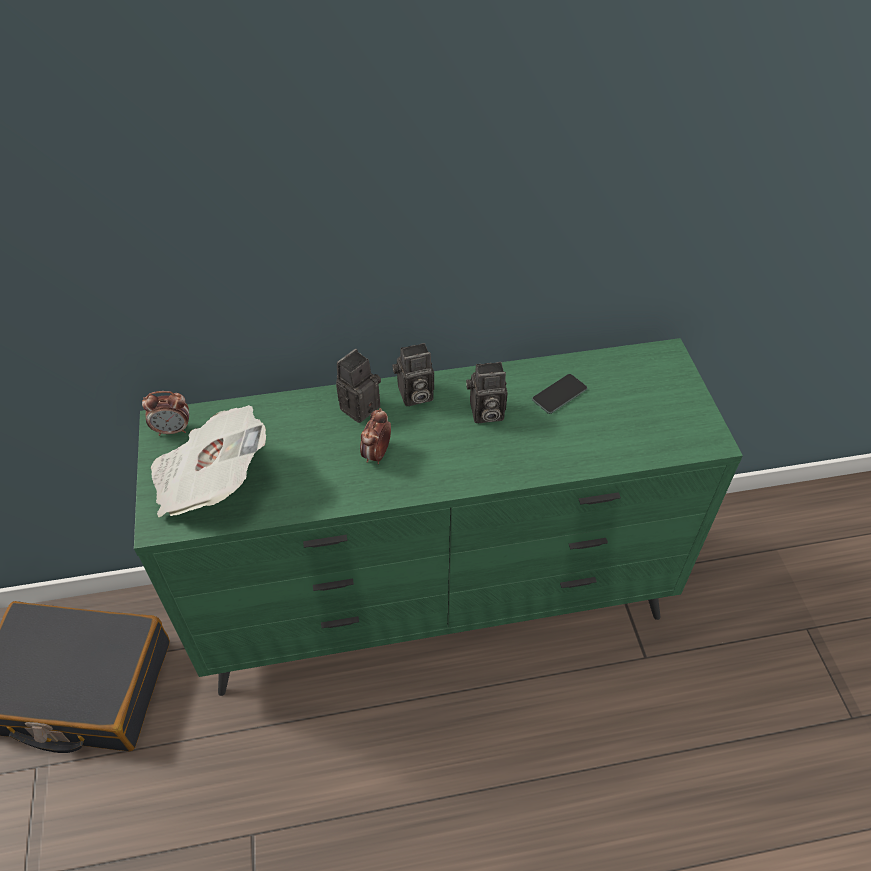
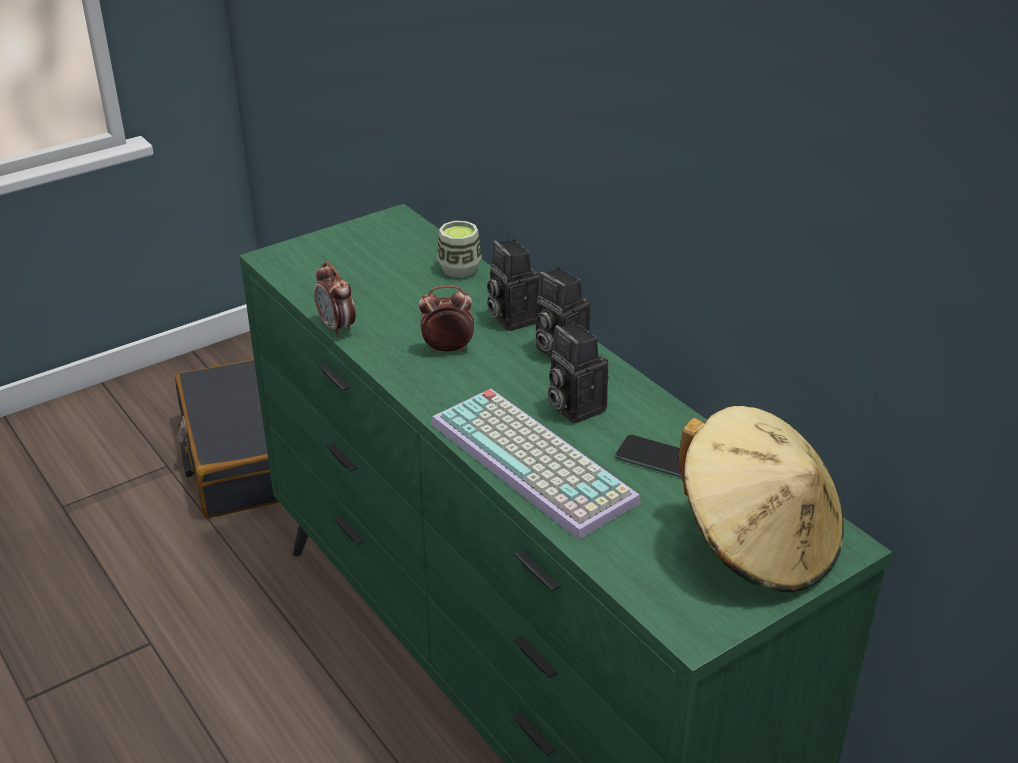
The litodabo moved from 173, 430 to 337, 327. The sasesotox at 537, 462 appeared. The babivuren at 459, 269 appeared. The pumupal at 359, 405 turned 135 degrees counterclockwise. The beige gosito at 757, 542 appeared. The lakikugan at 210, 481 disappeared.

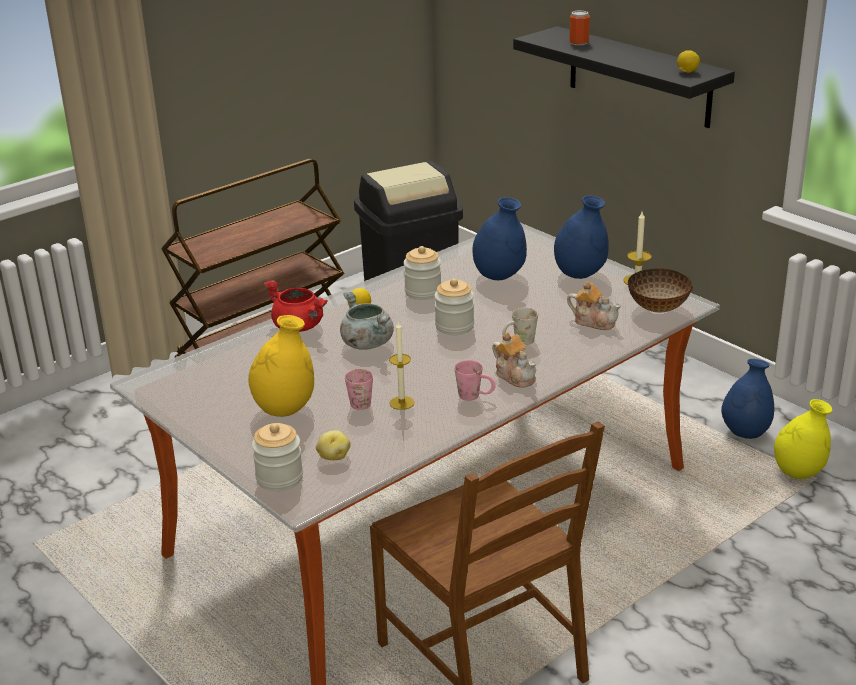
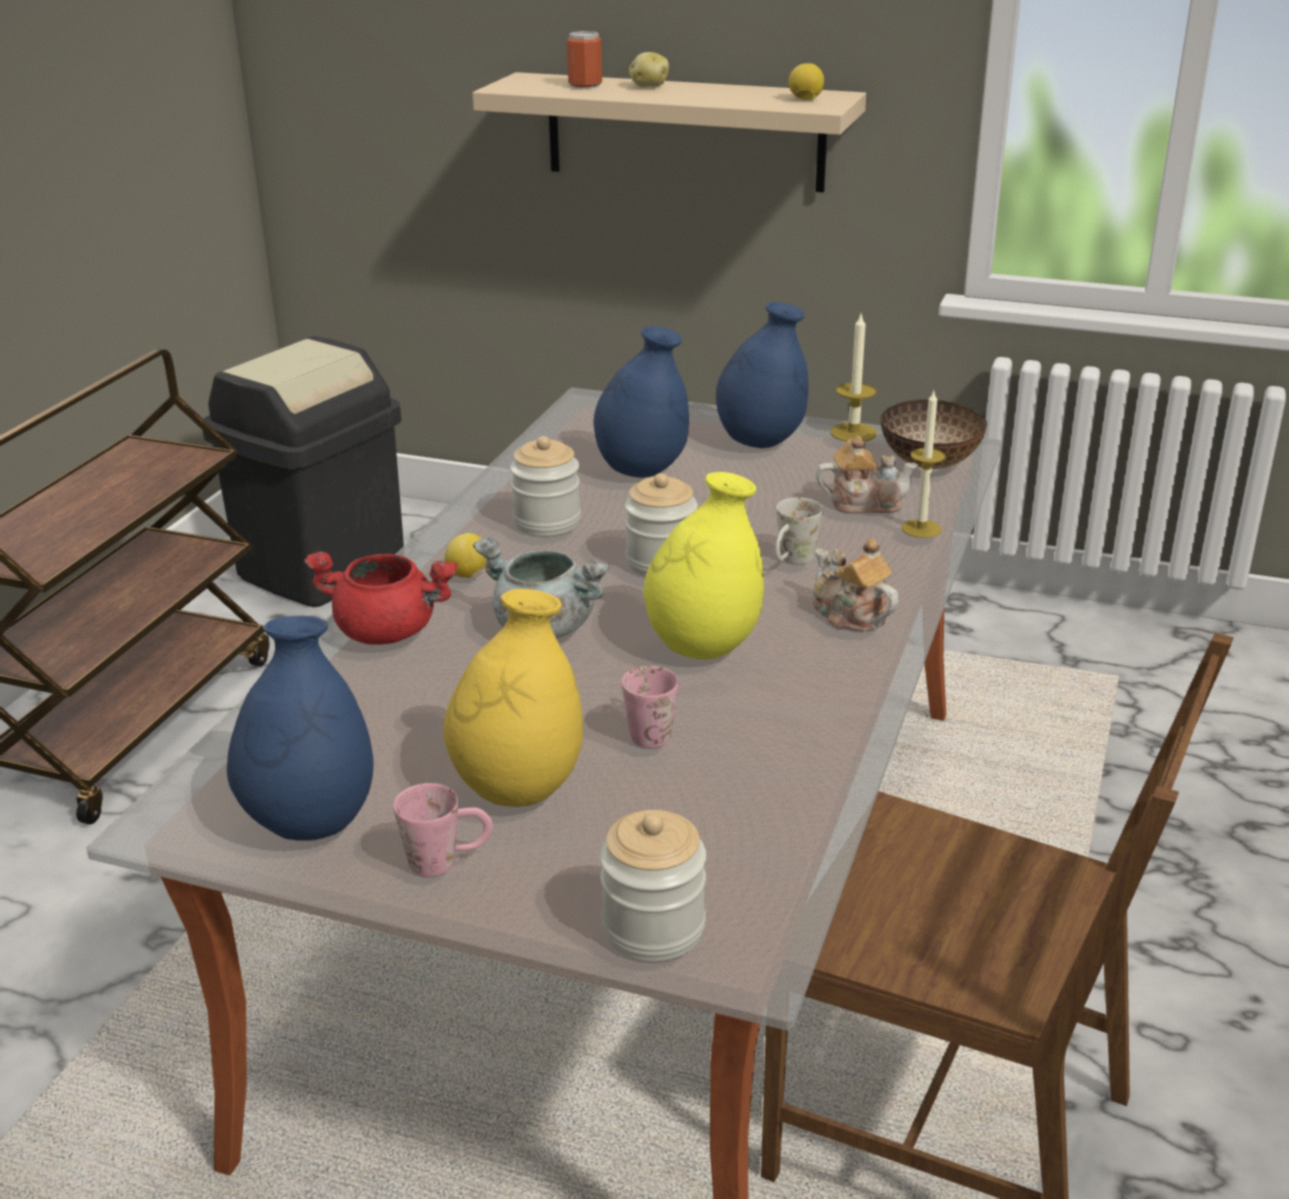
The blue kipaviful moved from 745, 432 to 311, 822. The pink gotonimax moved from 475, 396 to 447, 860. The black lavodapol at 639, 77 became the beige lavodapol at 684, 132. The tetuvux moved from 333, 457 to 648, 87. The yellow kipaviful moved from 798, 472 to 703, 646. The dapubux at 515, 376 turned 150 degrees counterclockwise. The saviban moved from 402, 403 to 921, 529.

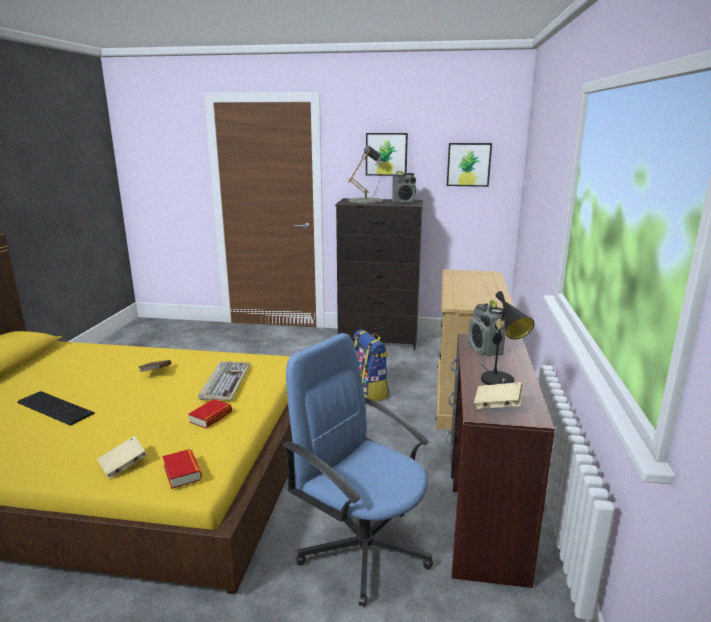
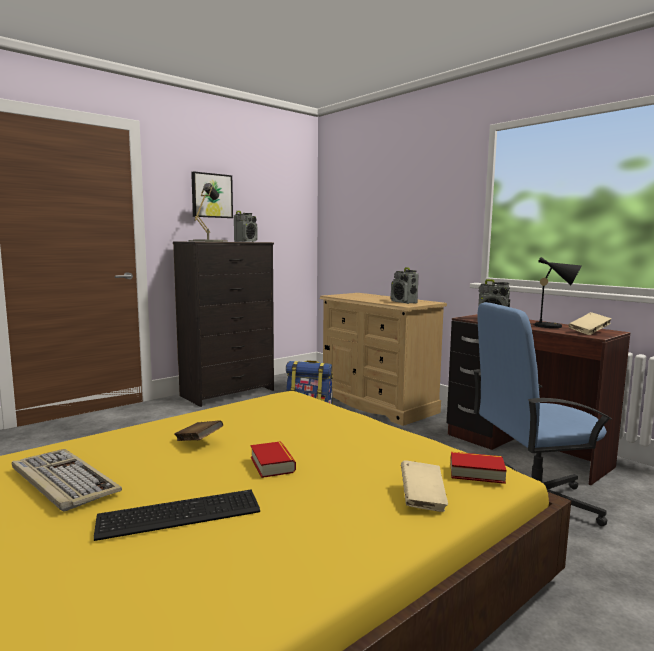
The sasesotox moved from 225, 382 to 62, 482. The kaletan moved from 211, 417 to 272, 464. The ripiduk at 404, 302 appeared. The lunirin at 468, 164 disappeared.

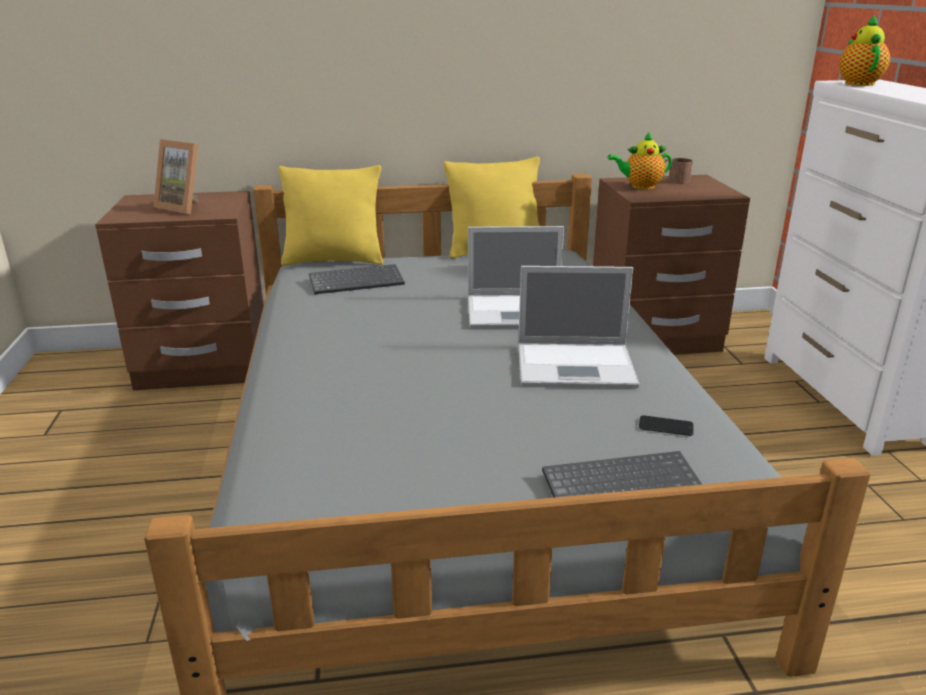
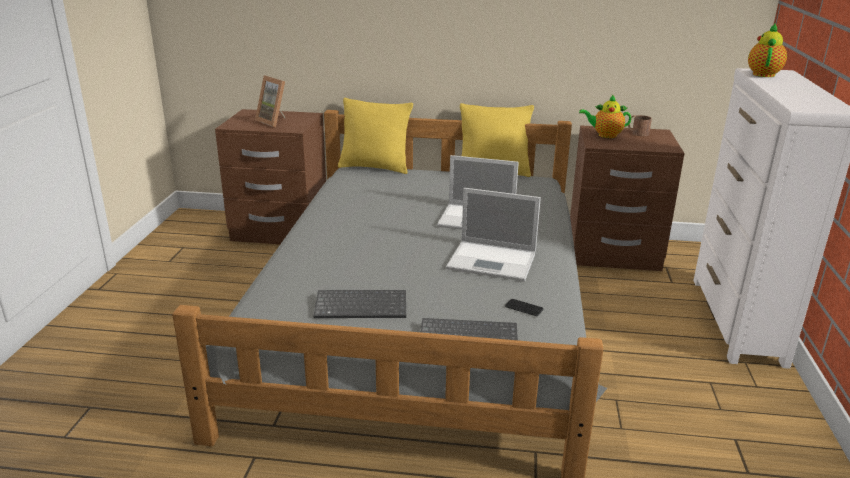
The sasesotox moved from 357, 281 to 362, 305.

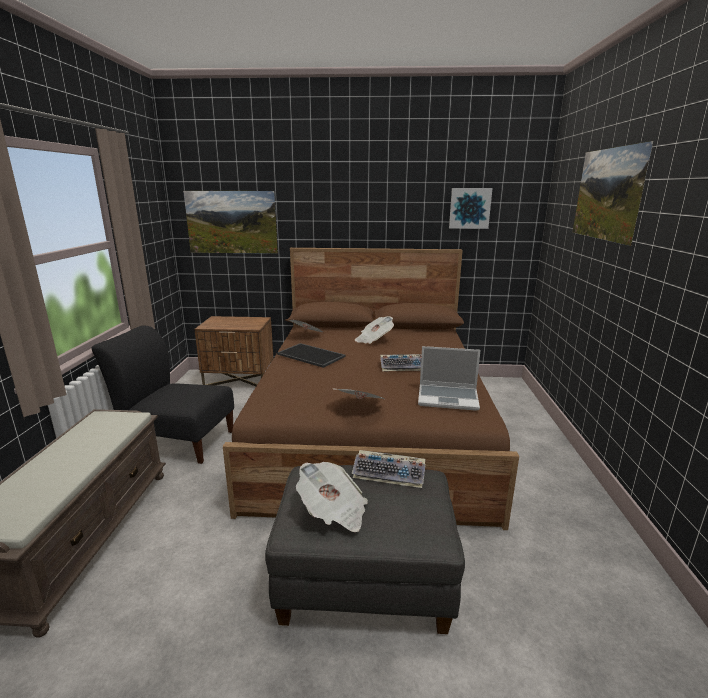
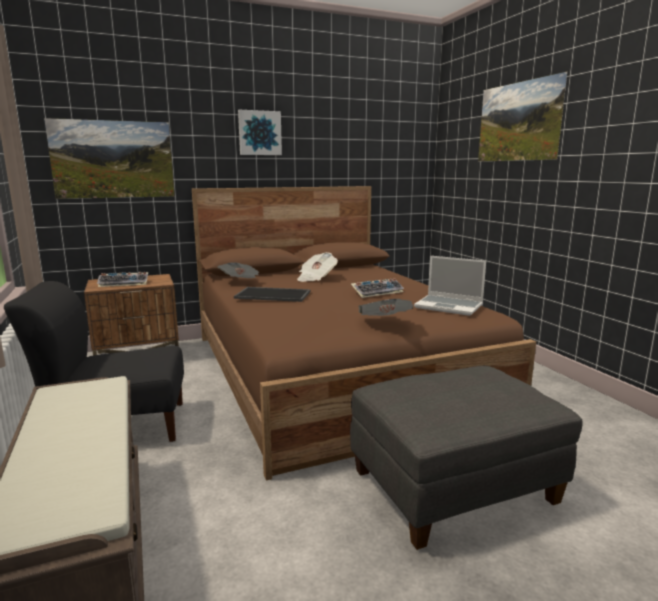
The sasesotox moved from 390, 473 to 124, 283. The lunirin moved from 469, 208 to 259, 133. The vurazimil at 448, 398 turned 45 degrees clockwise. The lakikugan at 333, 511 disappeared.

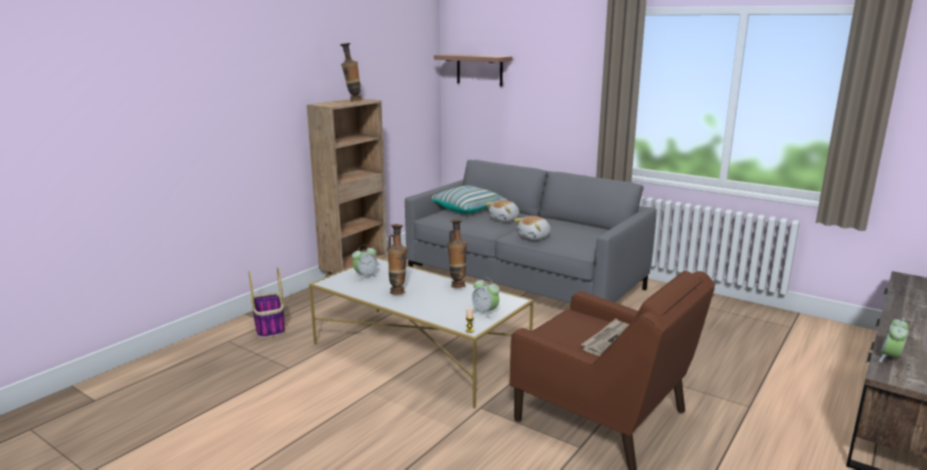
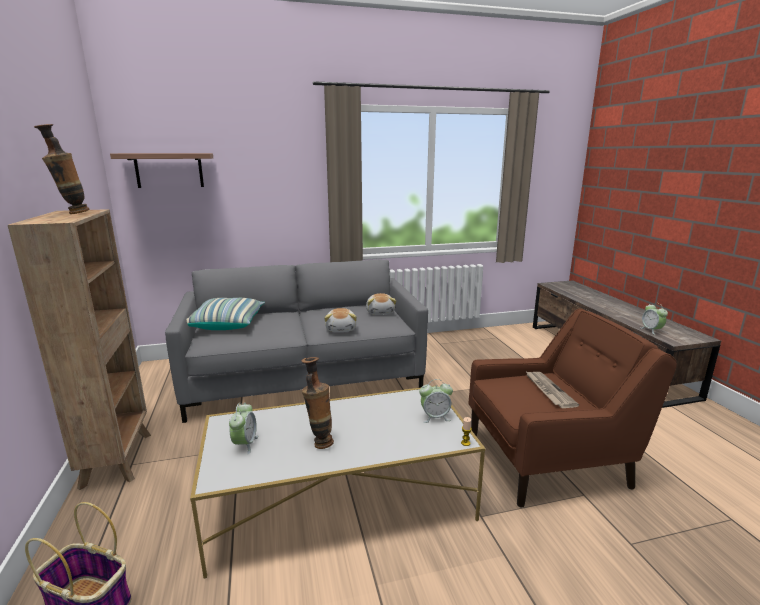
The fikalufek moved from 504, 219 to 380, 312. The kipaviful at 457, 285 disappeared.

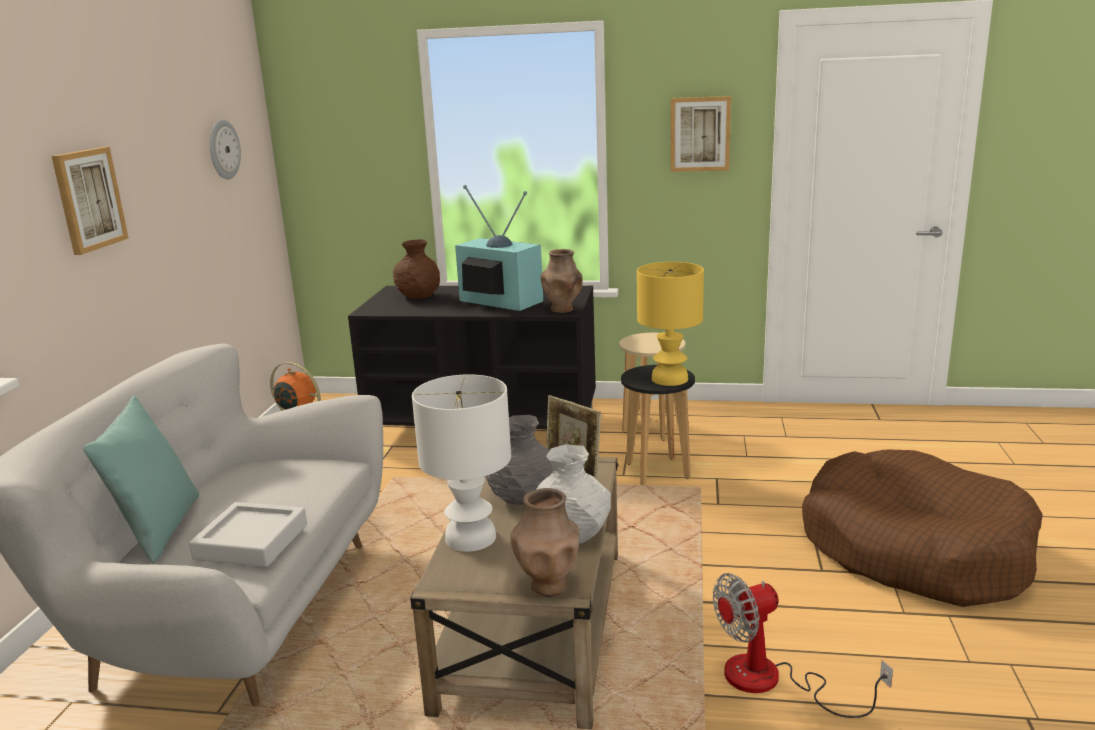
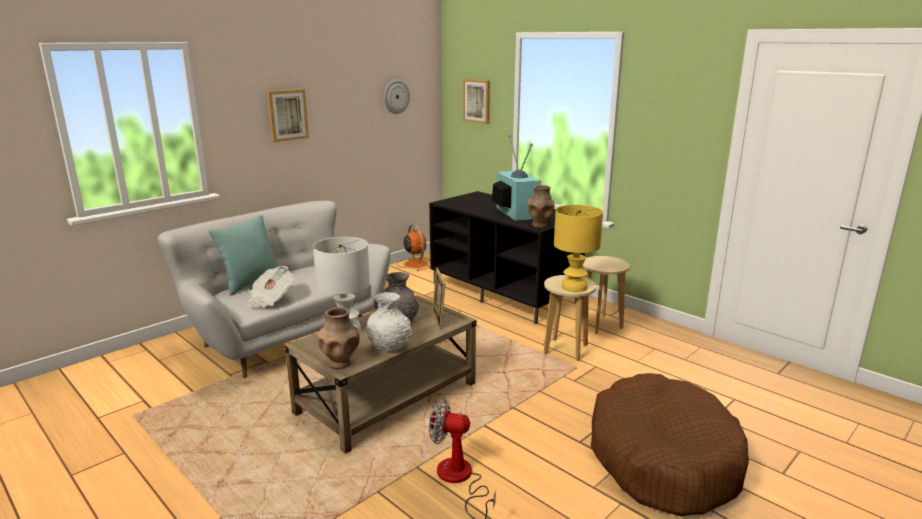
The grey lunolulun at 251, 541 was replaced by the lakikugan at 270, 299. The lunirin moved from 700, 134 to 477, 101. The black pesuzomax at 658, 471 became the beige pesuzomax at 566, 349. The brown kipaviful at 417, 296 disappeared.

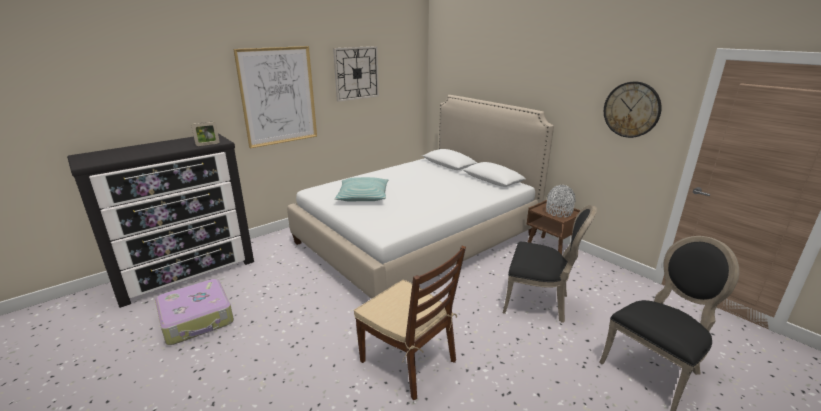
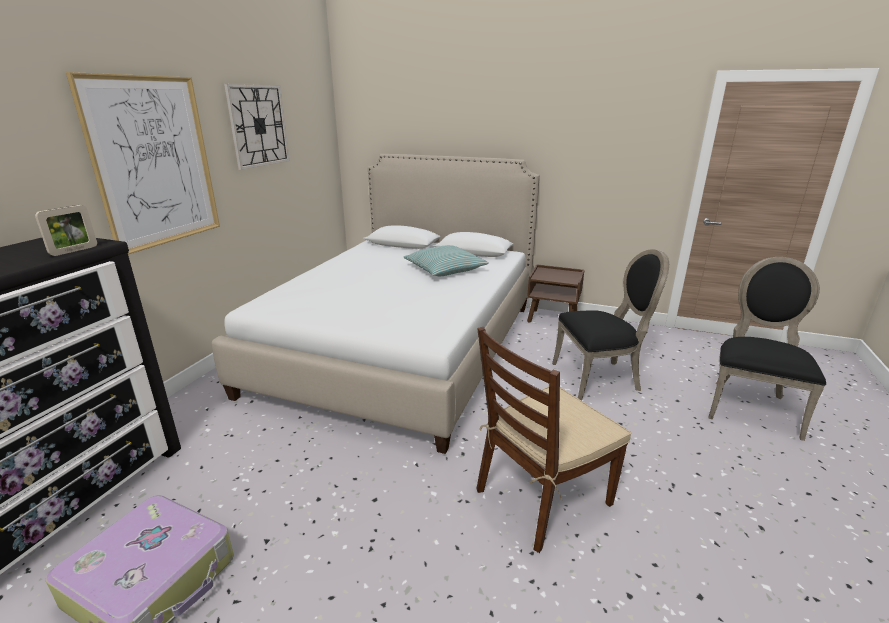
The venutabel moved from 363, 196 to 445, 269. The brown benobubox at 409, 361 turned 135 degrees clockwise. The grey kipaviful at 559, 212 disappeared. The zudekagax at 631, 109 disappeared.

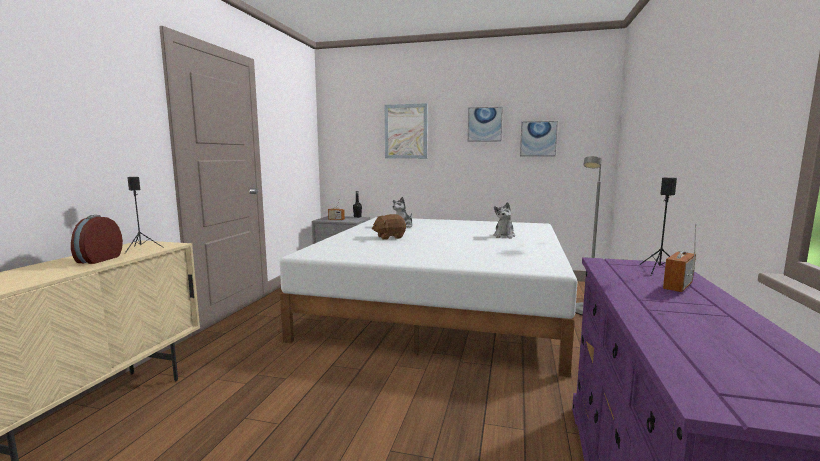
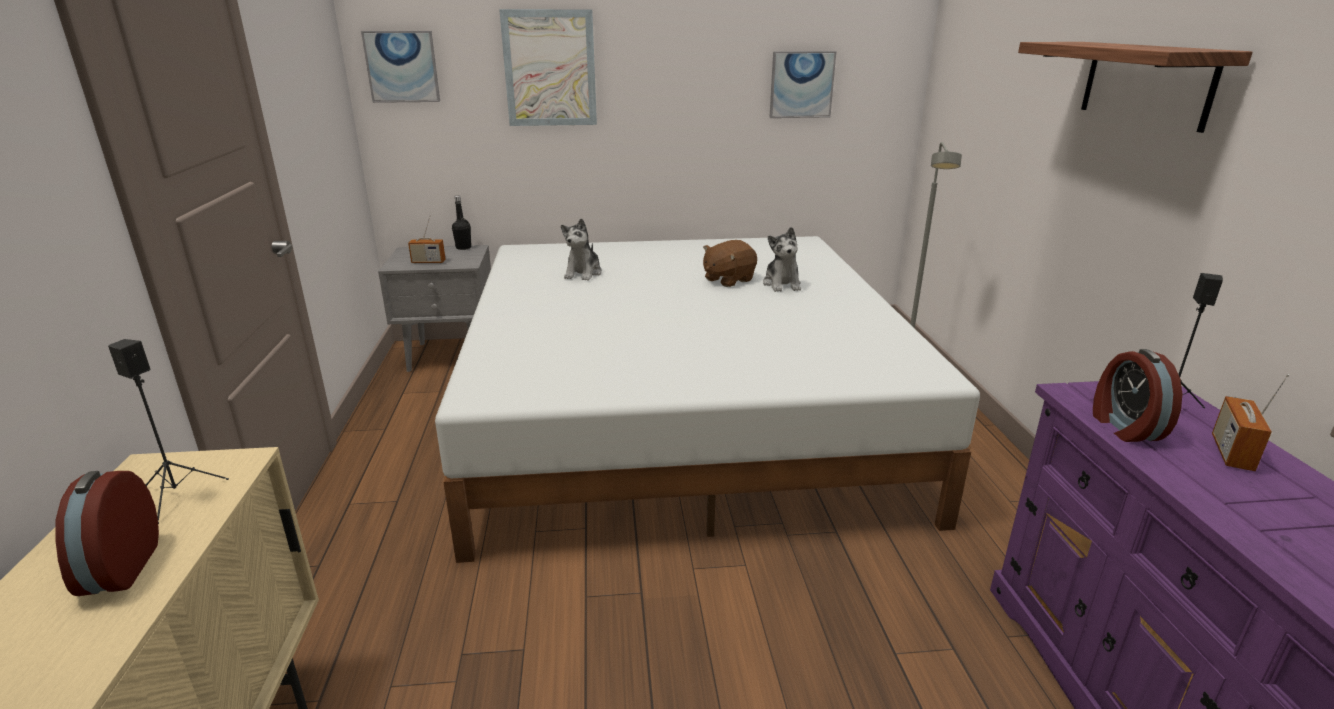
The lunirin moved from 484, 124 to 402, 67. The brown fikalufek moved from 389, 237 to 728, 280. The lavodapol at 1146, 83 appeared. The litodabo at 1124, 427 appeared.

